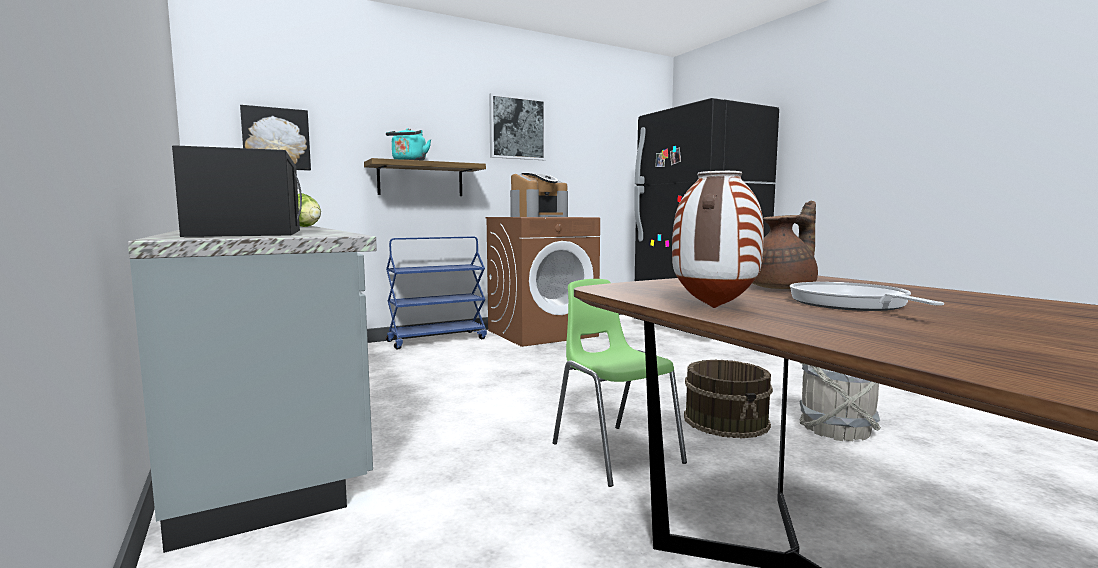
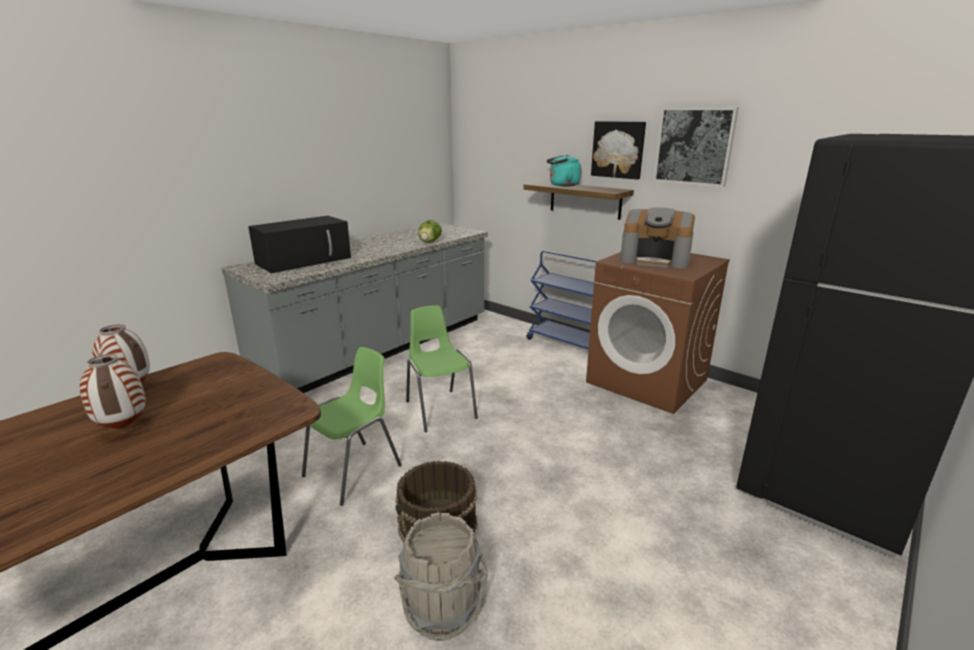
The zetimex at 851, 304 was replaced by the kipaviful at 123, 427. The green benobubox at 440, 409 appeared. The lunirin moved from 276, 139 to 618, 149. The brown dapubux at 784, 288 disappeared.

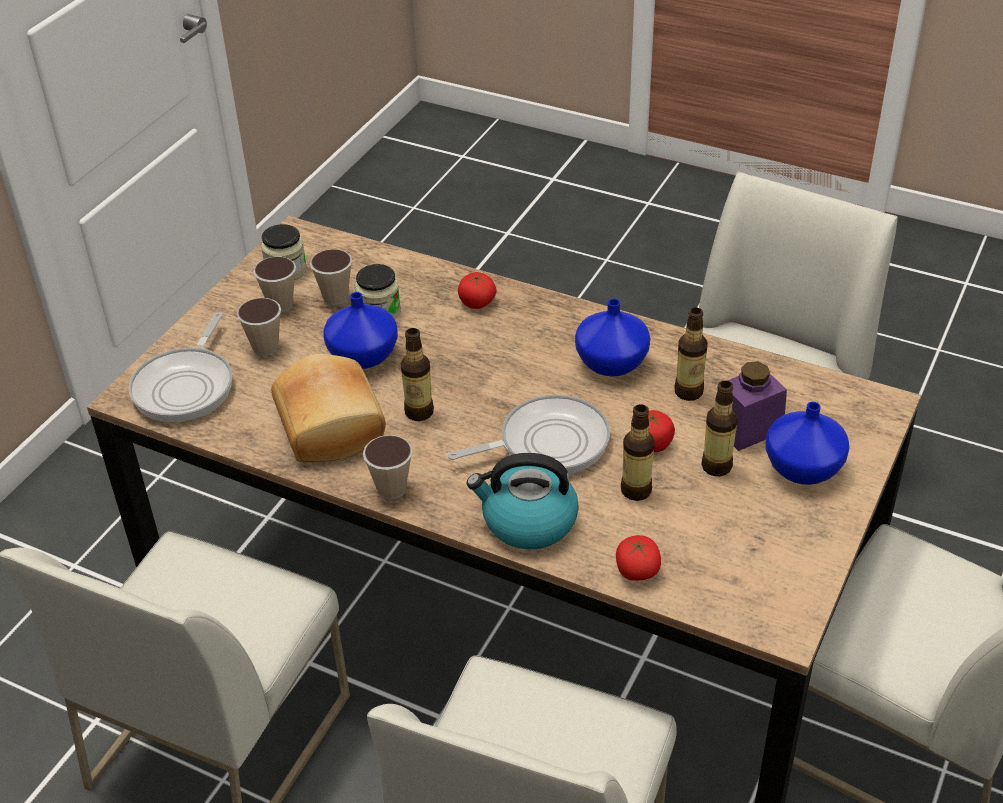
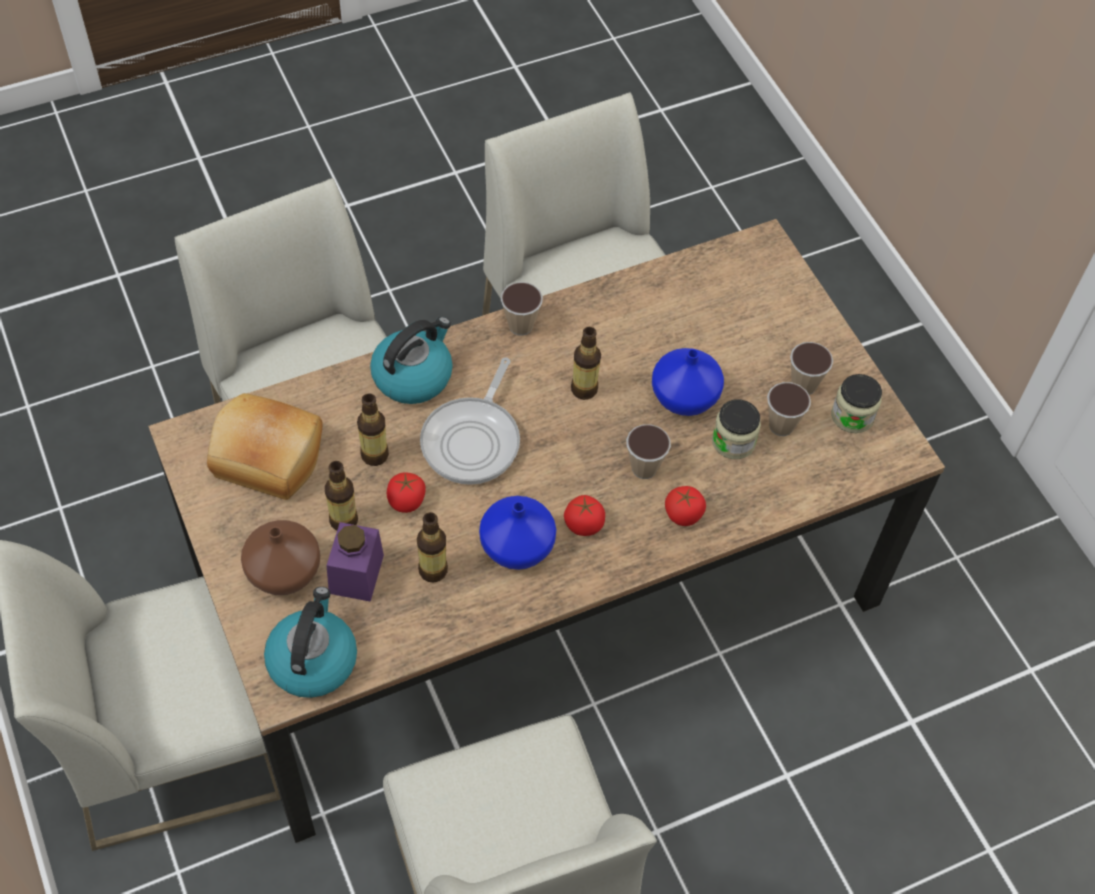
The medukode moved from 333, 426 to 267, 459. The blue kipaviful at 803, 469 became the brown kipaviful at 283, 570. The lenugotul at 312, 660 appeared. The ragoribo moved from 637, 571 to 584, 524. The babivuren moved from 265, 347 to 644, 468. The zetimex at 186, 386 disappeared.

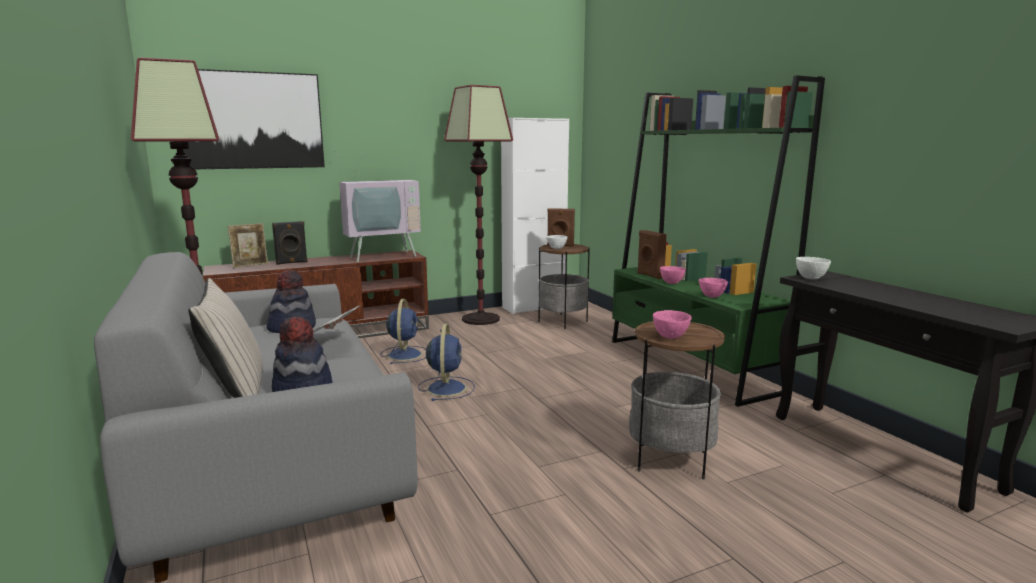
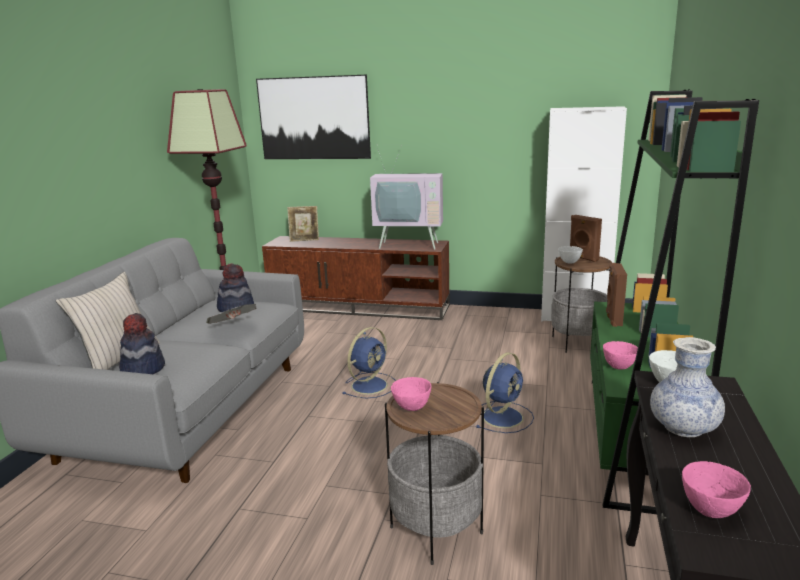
The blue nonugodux moved from 405, 354 to 503, 416. The kipaviful at 683, 427 appeared. The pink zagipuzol moved from 671, 283 to 709, 510. The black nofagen at 291, 263 disappeared. The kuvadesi at 481, 319 disappeared.

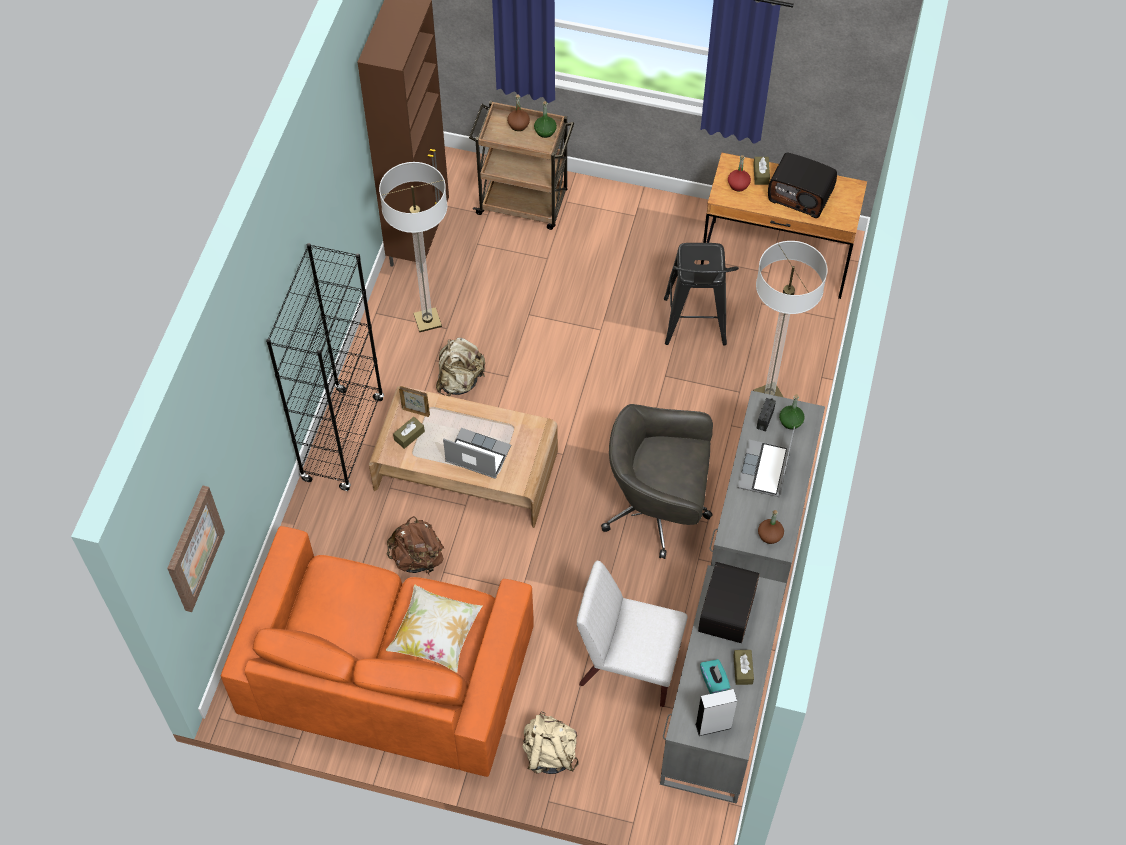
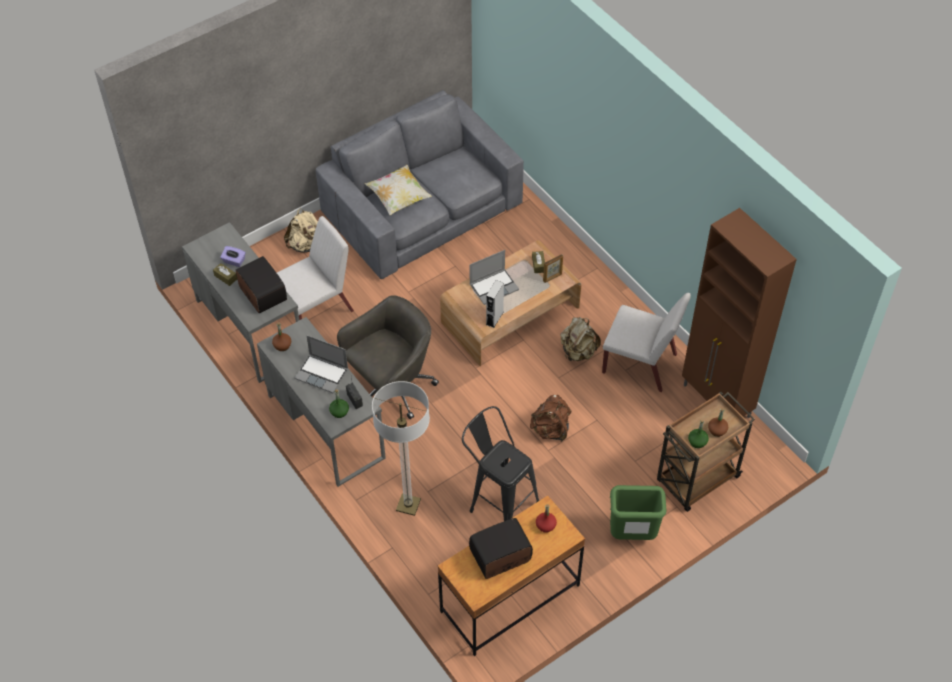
The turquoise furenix at 714, 681 became the purple furenix at 234, 261. The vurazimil at 765, 470 turned 150 degrees clockwise. The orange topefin at 385, 672 became the grey topefin at 422, 208. The grey nofagen moved from 713, 726 to 494, 318. The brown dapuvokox moved from 417, 558 to 551, 429. The kuvadesi at 427, 321 was replaced by the white benobubox at 640, 364. The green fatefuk at 632, 535 appeared. The lunirin at 193, 548 disappeared. The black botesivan at 343, 439 disappeared. The brown furenix at 761, 174 disappeared.

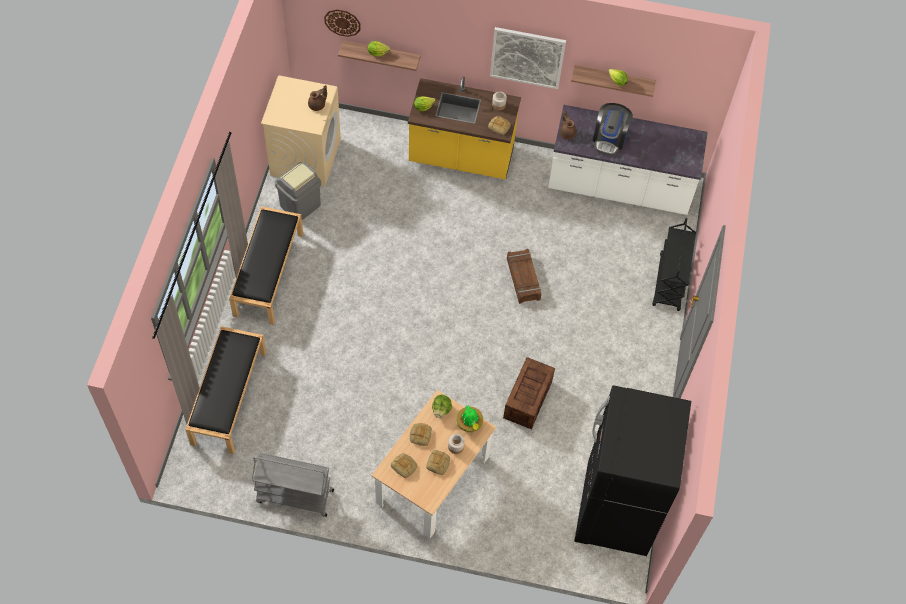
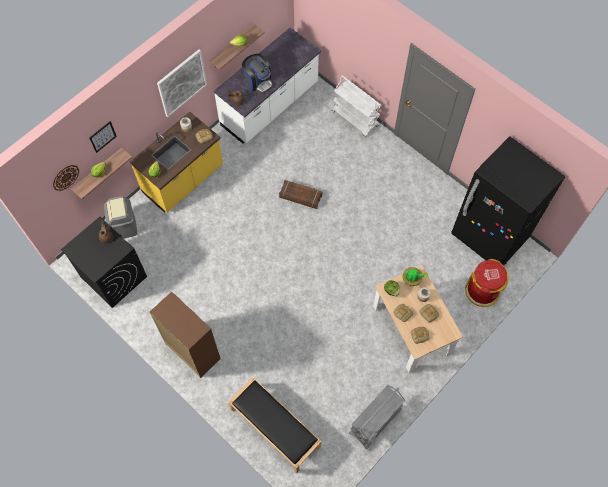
The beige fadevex at 305, 156 became the black fadevex at 113, 276. The lunirin at 102, 136 appeared. The grey fatefuk moved from 300, 206 to 125, 227. The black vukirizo at 268, 273 was replaced by the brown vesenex at 192, 351. The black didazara at 669, 283 became the white didazara at 355, 119. The red fatefuk at 482, 291 appeared. The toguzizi at 527, 400 disappeared.

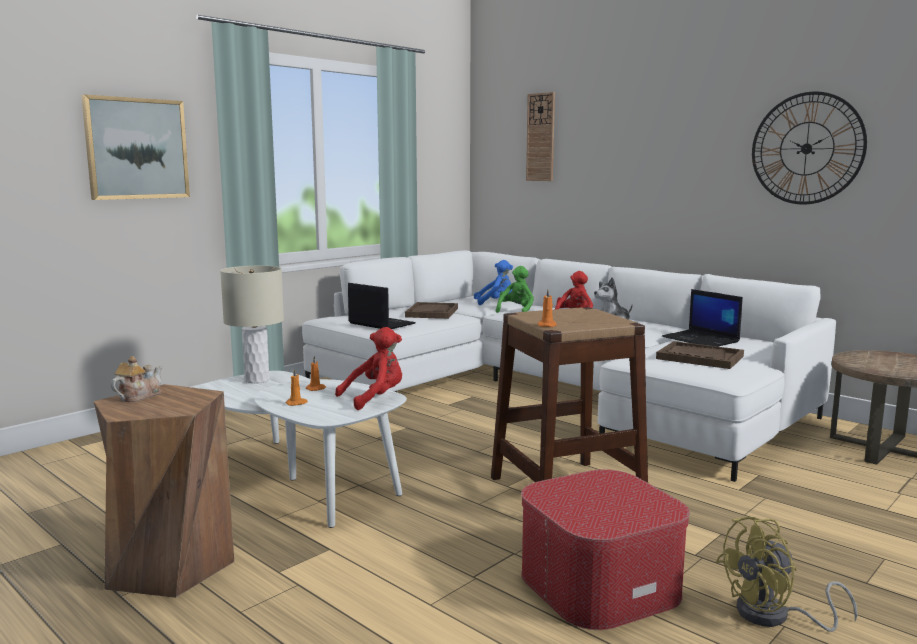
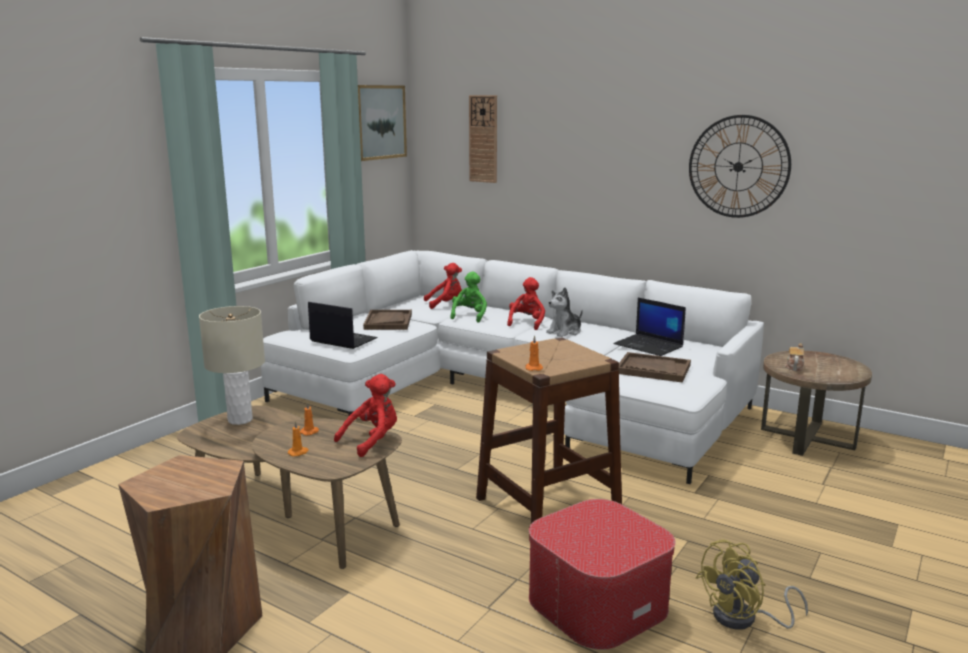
The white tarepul at 297, 479 became the brown tarepul at 293, 516. The lunirin moved from 136, 149 to 379, 122. The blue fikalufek at 495, 302 became the red fikalufek at 445, 304. The dapubux moved from 138, 396 to 794, 367.

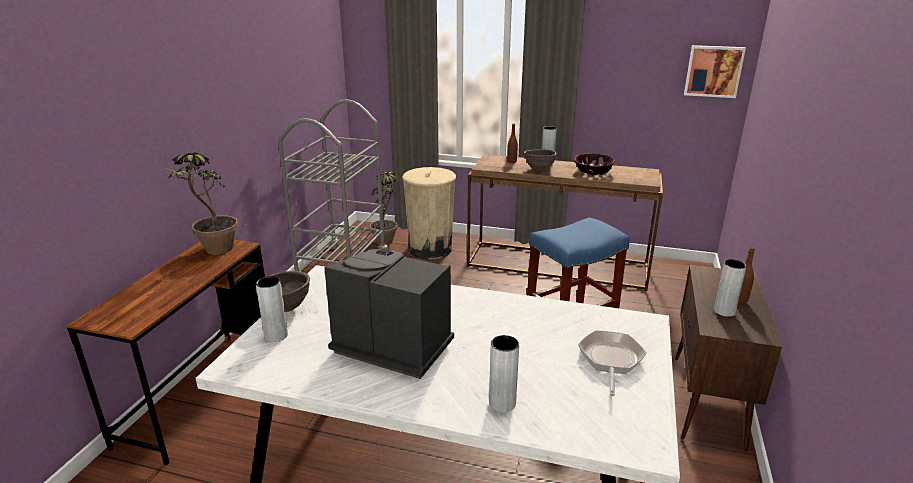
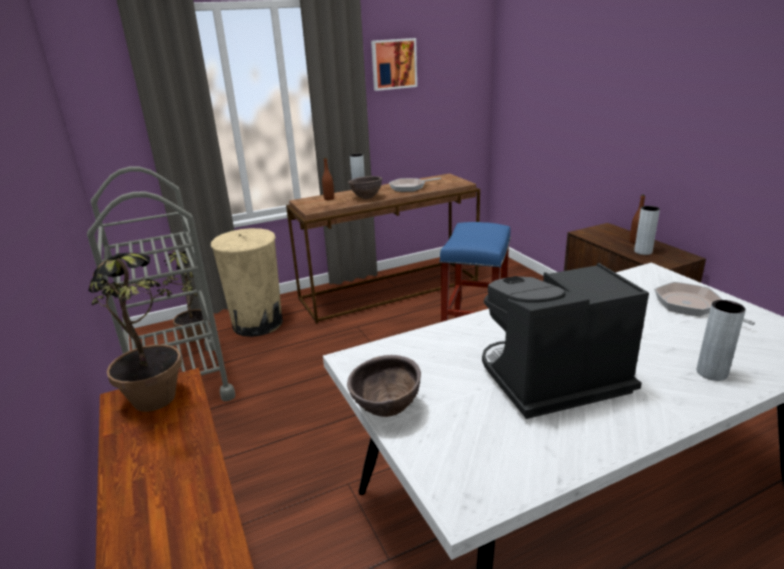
The lunirin moved from 713, 71 to 393, 64. The zagipuzol at 593, 171 was replaced by the zetimex at 409, 187. The grey kipaviful at 276, 335 disappeared.

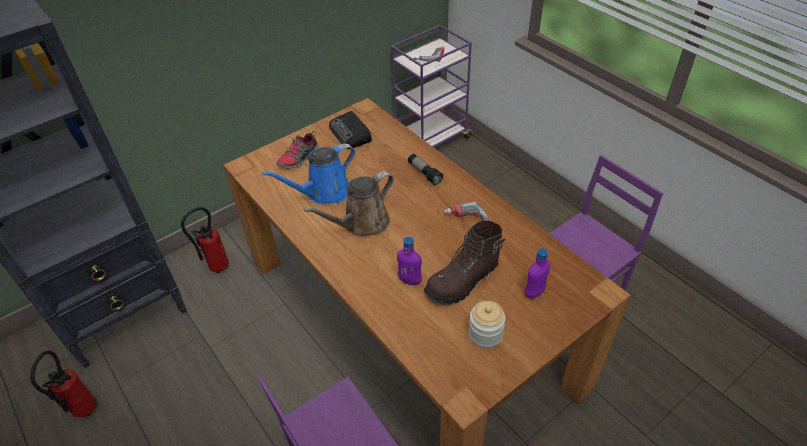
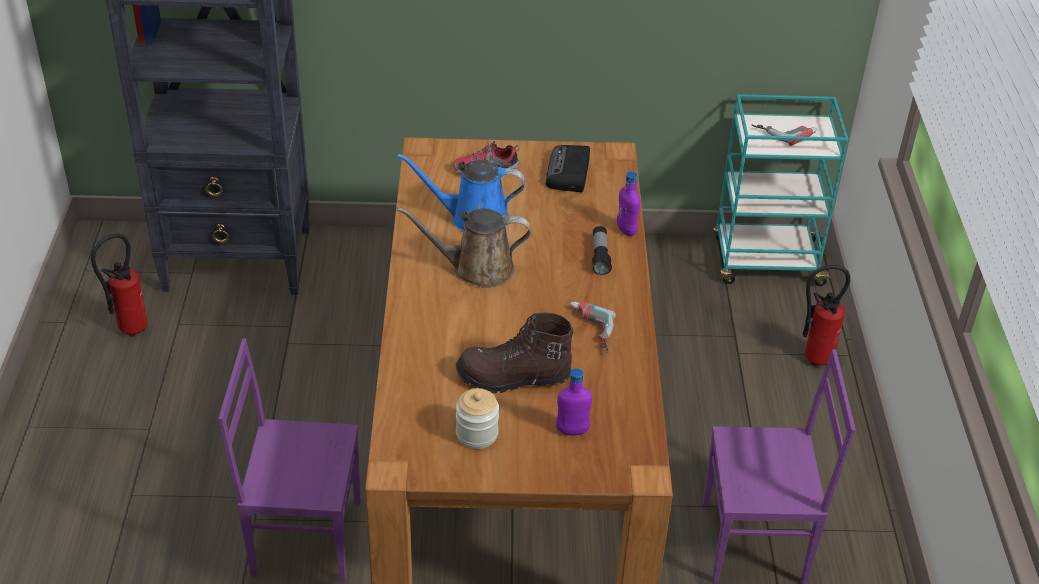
The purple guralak moved from 410, 280 to 626, 230. The purple didazara at 431, 140 became the turquoise didazara at 765, 262. The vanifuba moved from 216, 268 to 812, 358.

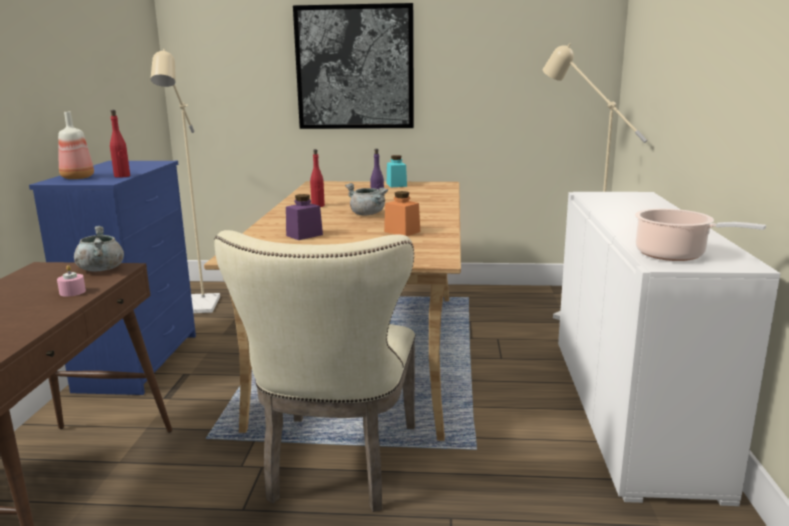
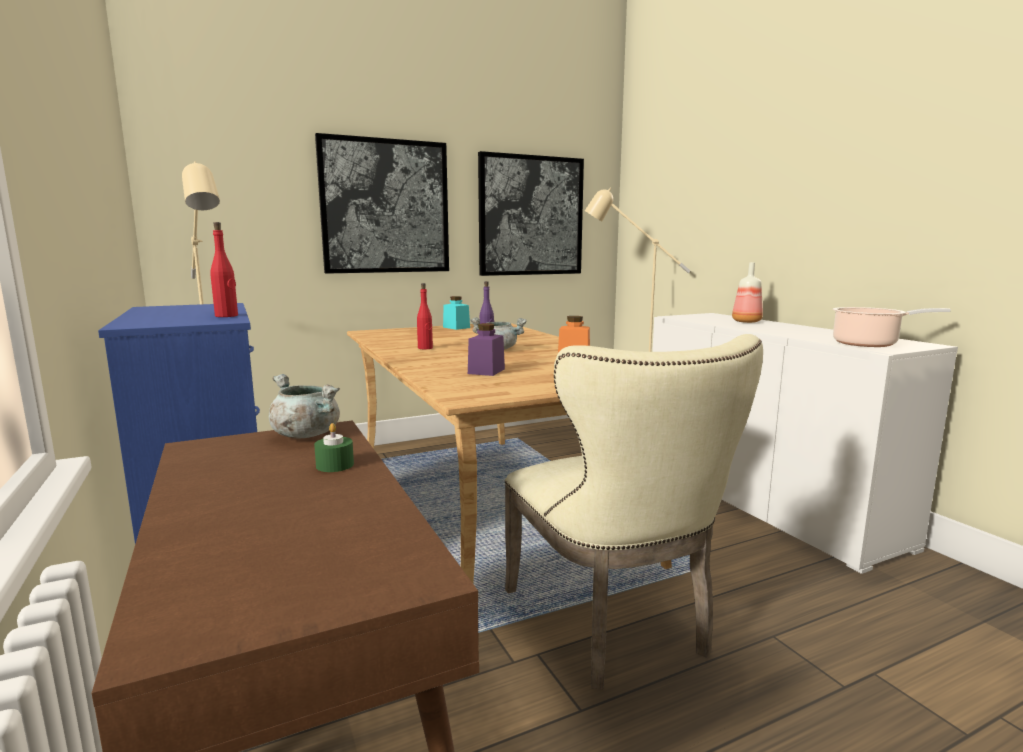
The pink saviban at 72, 292 became the green saviban at 335, 465. The lunirin at 531, 216 appeared. The guralak moved from 76, 178 to 746, 321.

